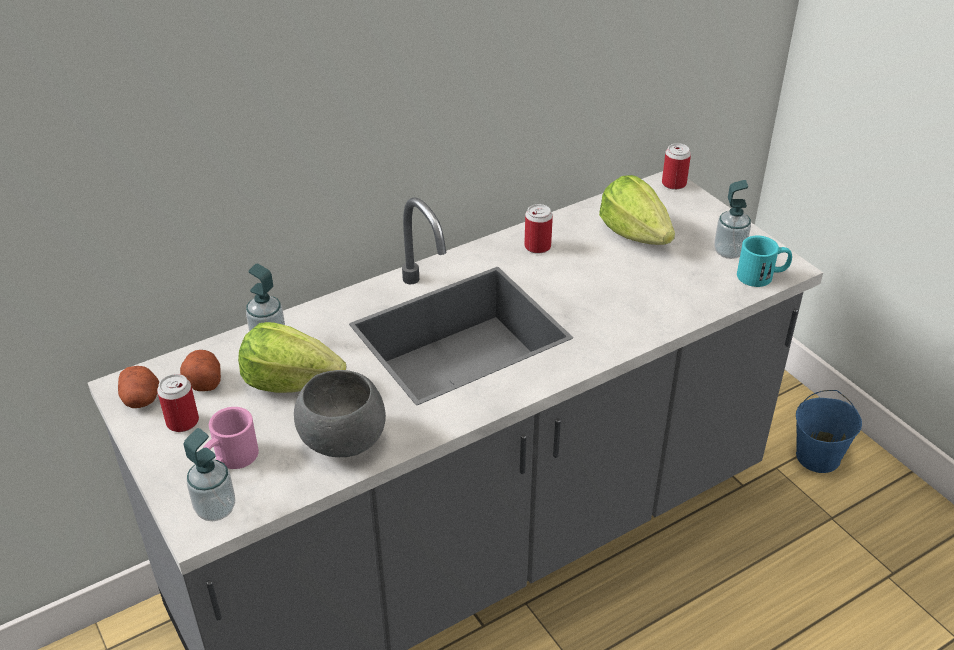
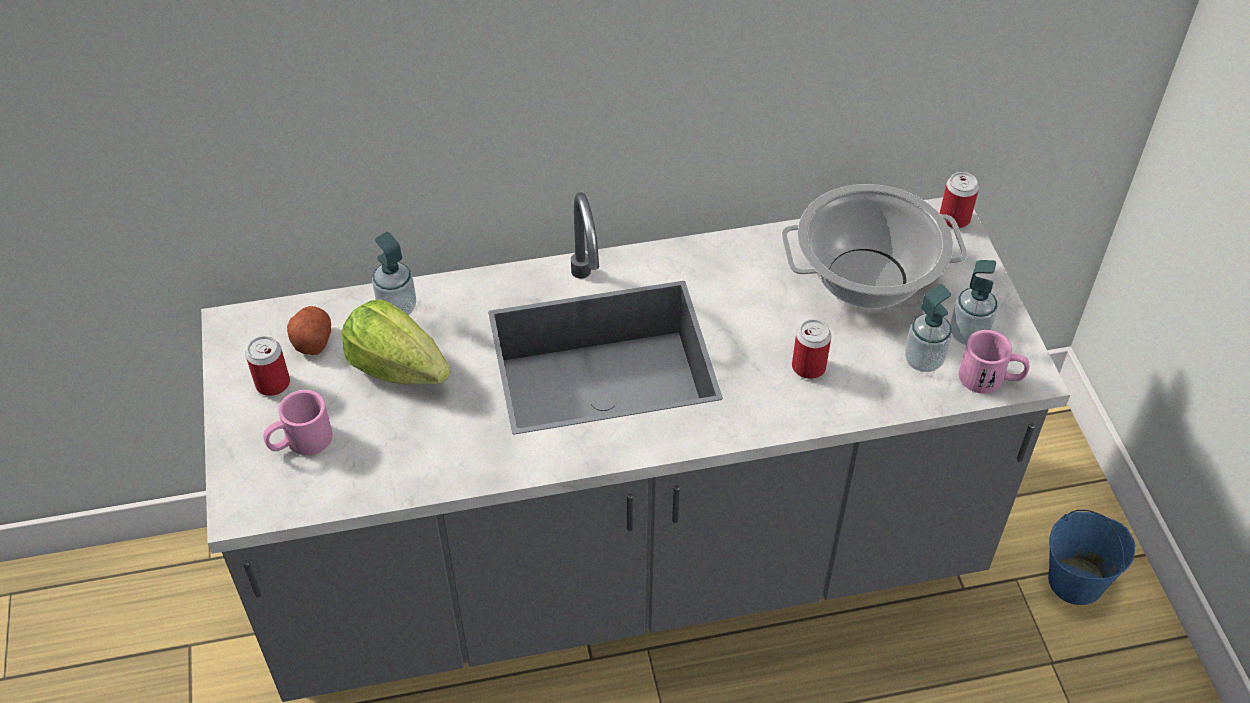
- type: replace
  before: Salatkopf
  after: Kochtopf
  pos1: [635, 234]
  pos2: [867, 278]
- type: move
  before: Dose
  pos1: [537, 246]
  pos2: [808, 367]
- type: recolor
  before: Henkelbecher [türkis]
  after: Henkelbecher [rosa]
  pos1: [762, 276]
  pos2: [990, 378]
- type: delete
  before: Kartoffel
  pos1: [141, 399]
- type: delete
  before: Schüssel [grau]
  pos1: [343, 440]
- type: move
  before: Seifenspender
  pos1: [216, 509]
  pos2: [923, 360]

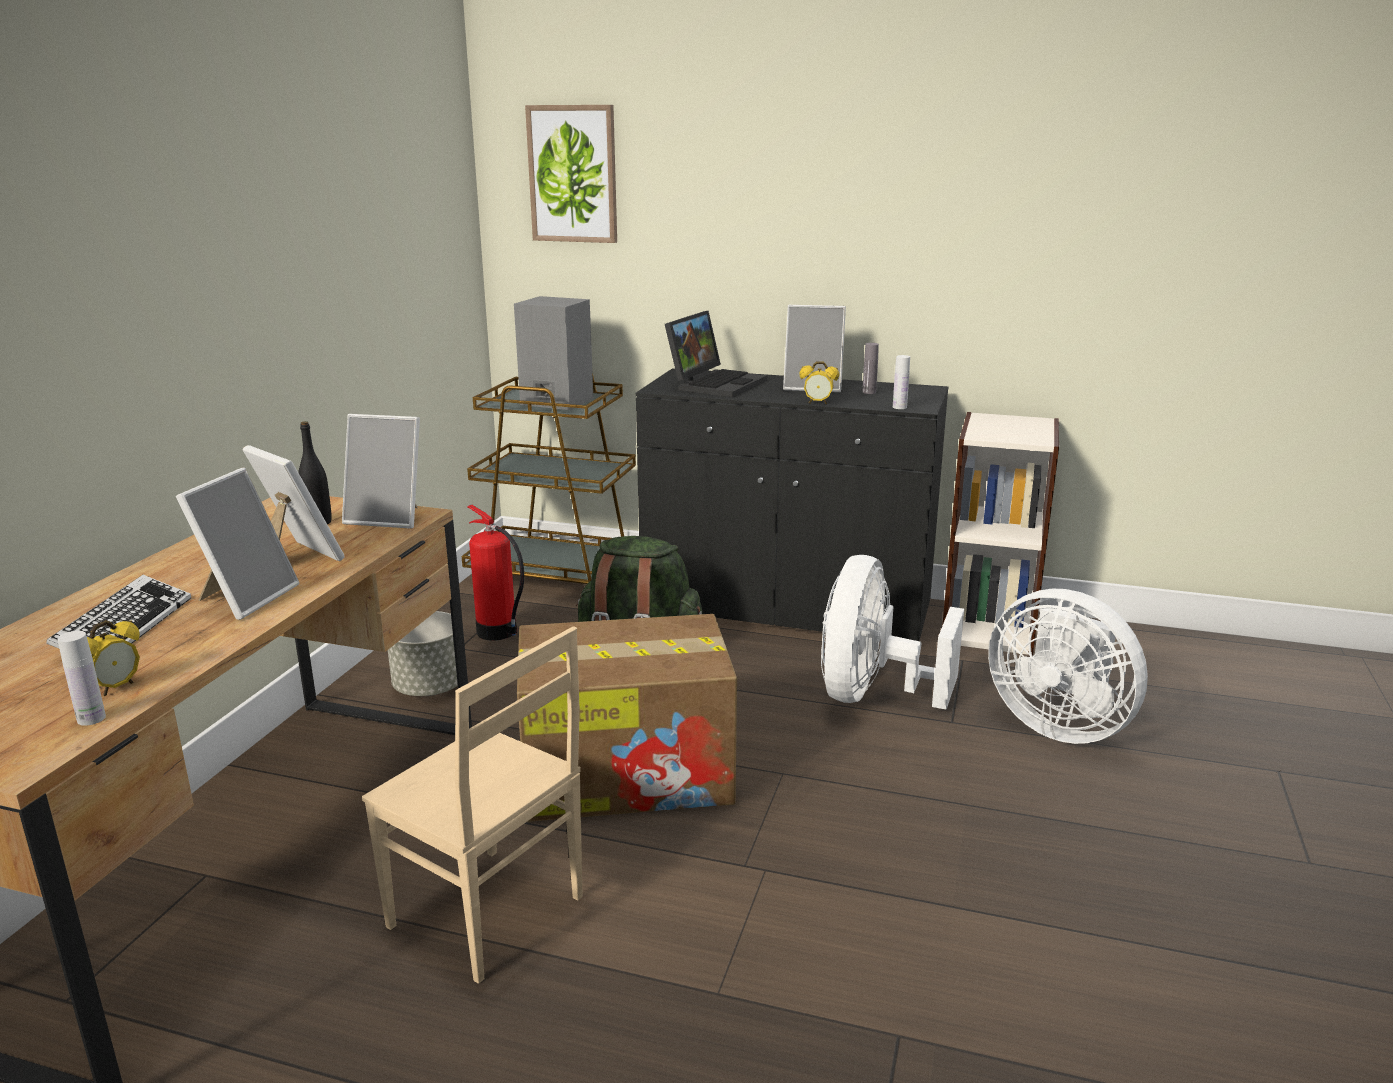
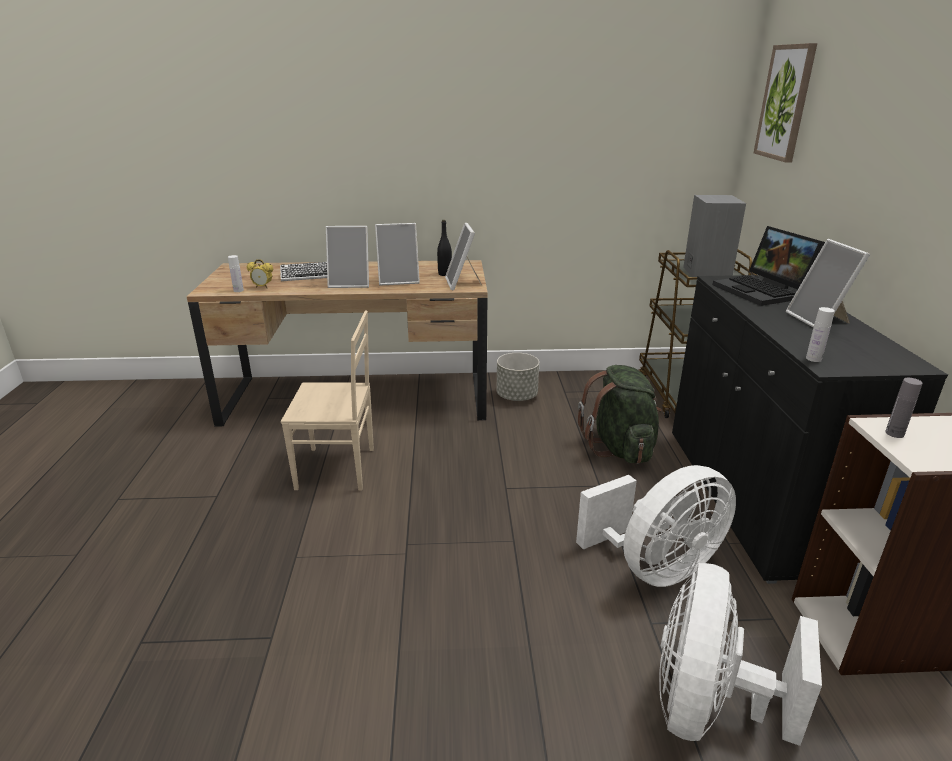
- type: rotate
  before: Laptop
  pos1: [716, 384]
  pos2: [763, 291]
  turn: 60
- type: move
  before: Flasche [grau]
  pos1: [869, 392]
  pos2: [894, 433]
- type: delete
  before: Wecker
  pos1: [818, 403]
- type: rotate
  before: Bilderrahmen
  pos1: [296, 558]
  pos2: [399, 280]
  turn: 60
- type: delete
  before: Feuerlöscher
  pos1: [498, 632]
- type: rotate
  before: Ventilator [weiß]
  pos1: [872, 694]
  pos2: [656, 567]
  turn: 150
- type: delete
  before: Karton
  pos1: [629, 772]
- type: rotate
  before: Stuhl [beige]
  pos1: [486, 915]
  pos2: [337, 469]
  turn: -105

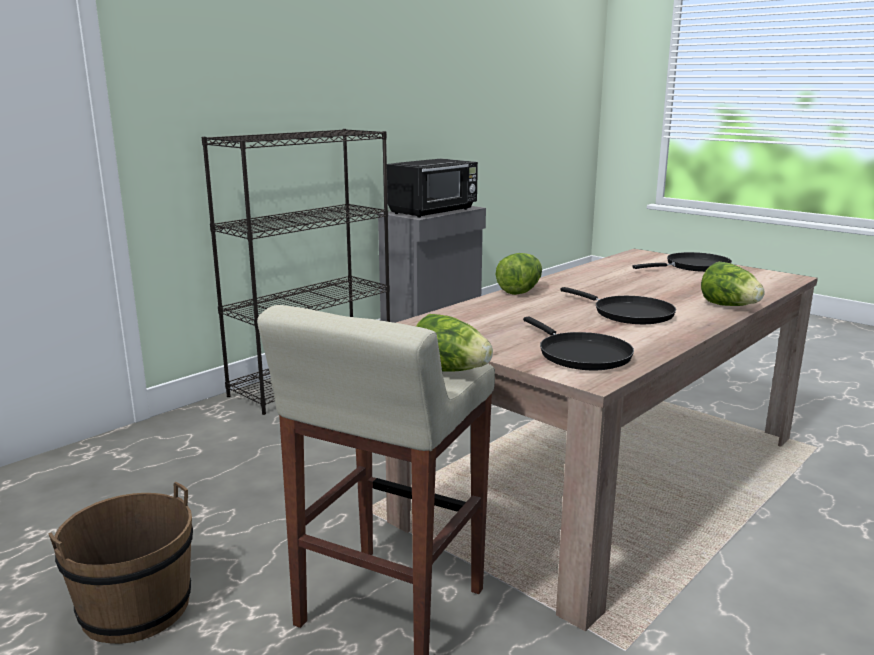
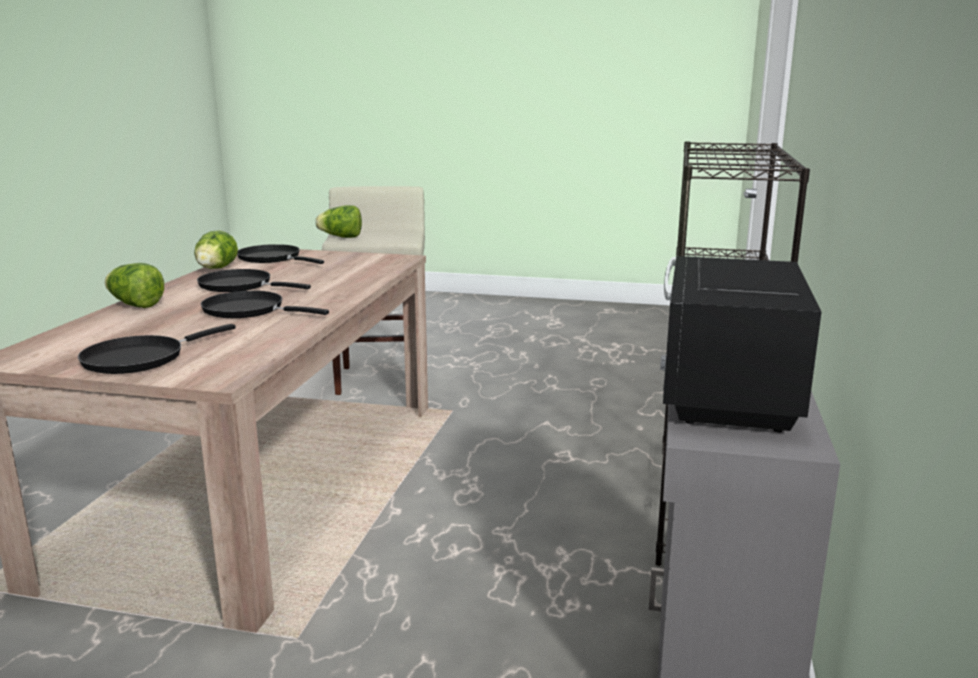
- type: move
  before: Salatkopf
  pos1: [520, 290]
  pos2: [216, 269]
- type: delete
  before: Eimer [braun]
  pos1: [136, 608]
- type: insert
  after: Pfanne [schwarz]
  pos2: [249, 310]

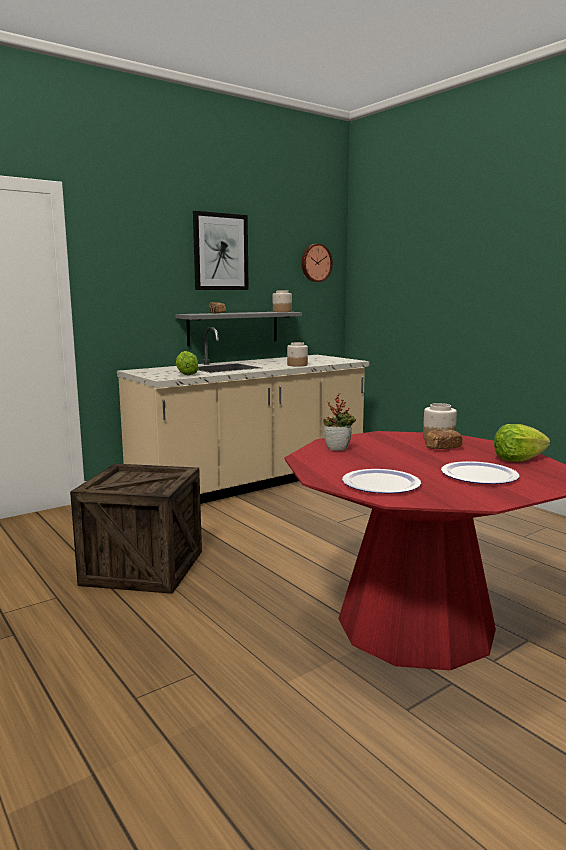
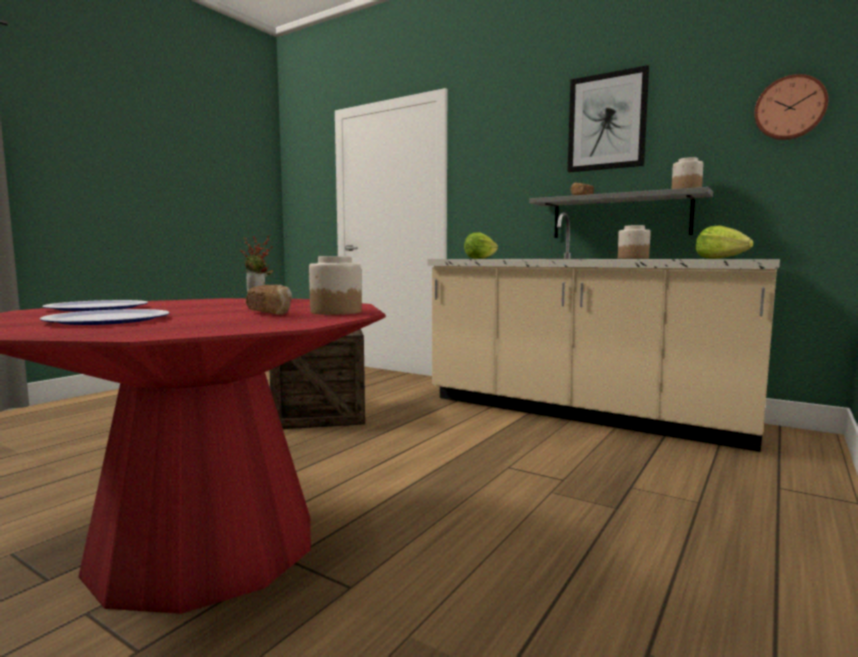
- type: move
  before: Salatkopf
  pos1: [518, 459]
  pos2: [720, 258]

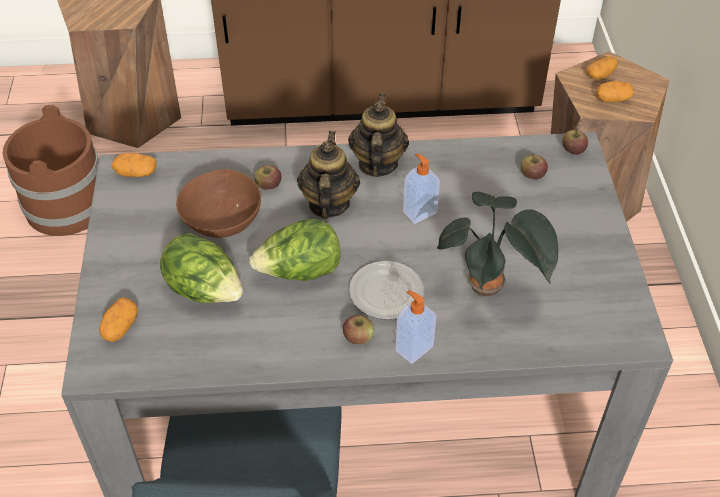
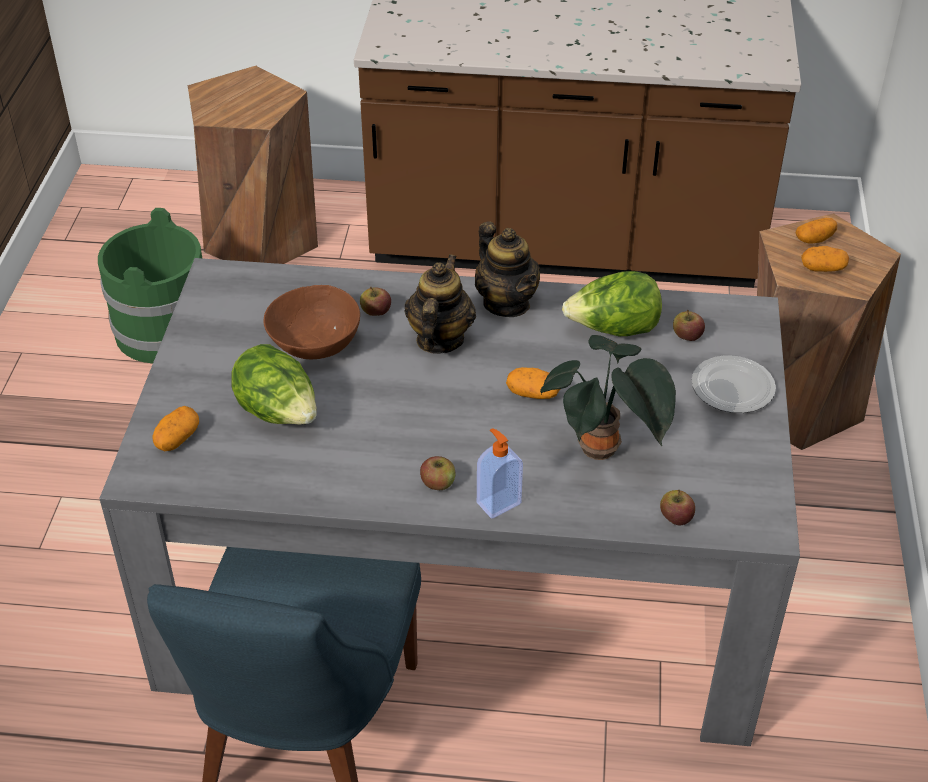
- type: rotate
  before: Teekanne
  pos1: [377, 164]
  pos2: [506, 303]
  turn: 135
- type: recolor
  before: Eimer [braun]
  after: Eimer [grün]
  pos1: [66, 205]
  pos2: [164, 330]
- type: move
  before: Apfel
  pos1: [573, 150]
  pos2: [675, 517]
- type: move
  before: Kartoffel
  pos1: [136, 173]
  pos2: [533, 393]
- type: delete
  before: Seifenspender
  pos1: [419, 212]
- type: move
  before: Salatkopf
  pos1: [299, 272]
  pos2: [613, 330]
- type: move
  before: Teller
  pos1: [386, 293]
  pos2: [733, 389]

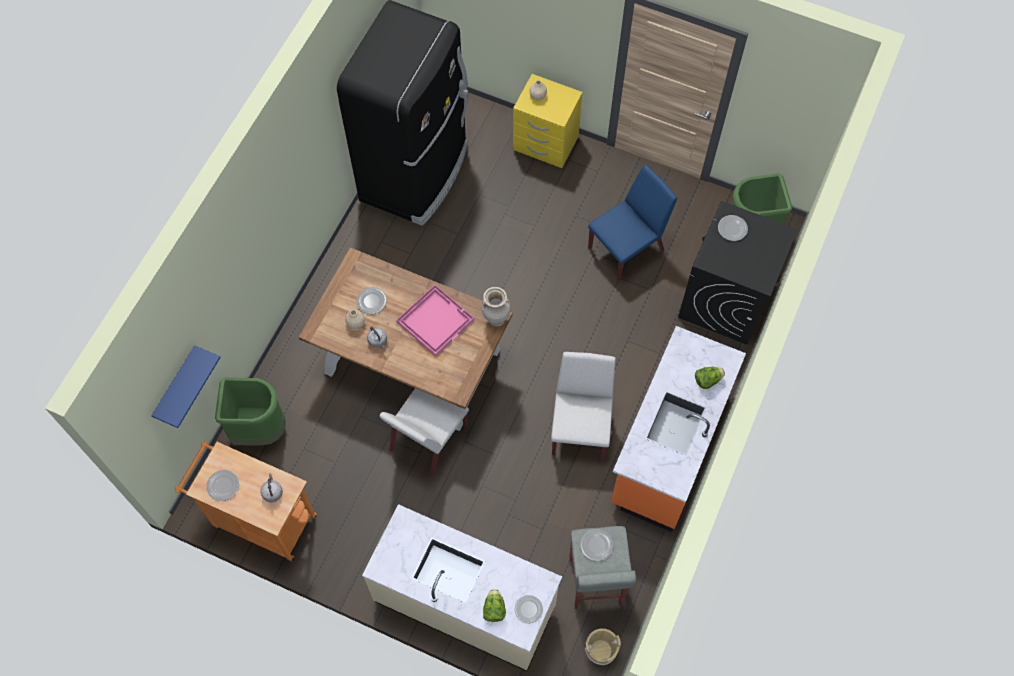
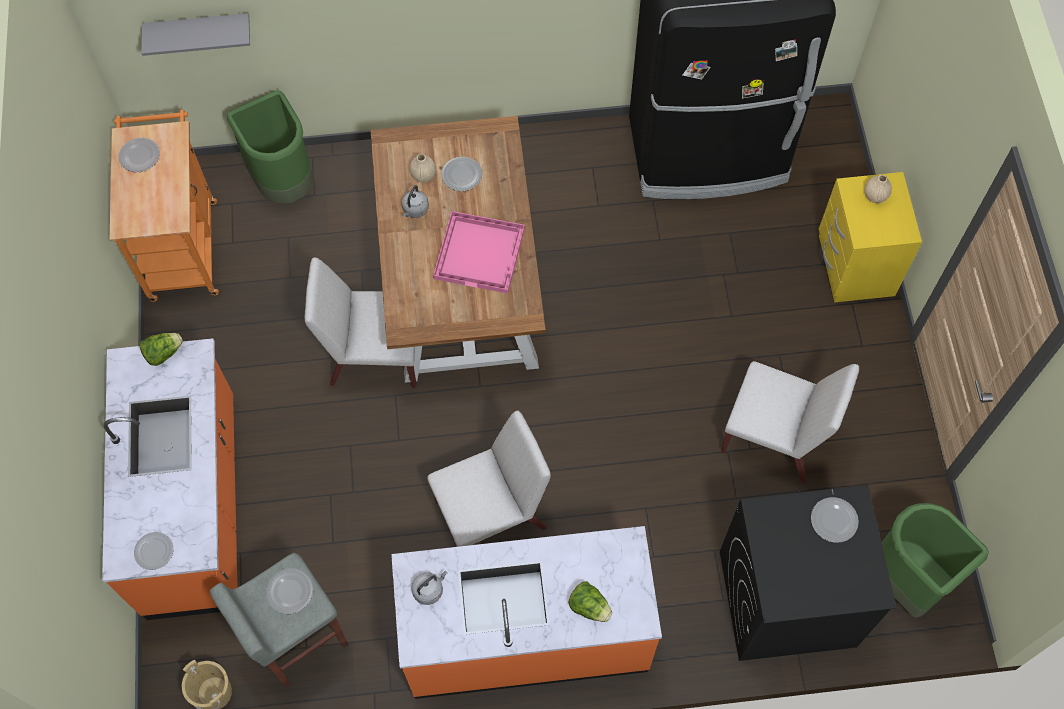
- type: recolor
  before: Stuhl [blau]
  after: Stuhl [weiß]
  pos1: [626, 248]
  pos2: [775, 438]
- type: delete
  before: Vase [beige]
  pos1: [496, 319]
- type: recolor
  before: Wandregal [blau]
  after: Wandregal [grau]
  pos1: [176, 386]
  pos2: [199, 30]
- type: move
  before: Wasserkessel [grau]
  pos1: [272, 492]
  pos2: [429, 590]
- type: recolor
  before: Küchenzeile [beige]
  after: Küchenzeile [orange]
  pos1: [465, 603]
  pos2: [196, 506]
- type: move
  before: Salatkopf
  pos1: [494, 609]
  pos2: [163, 353]

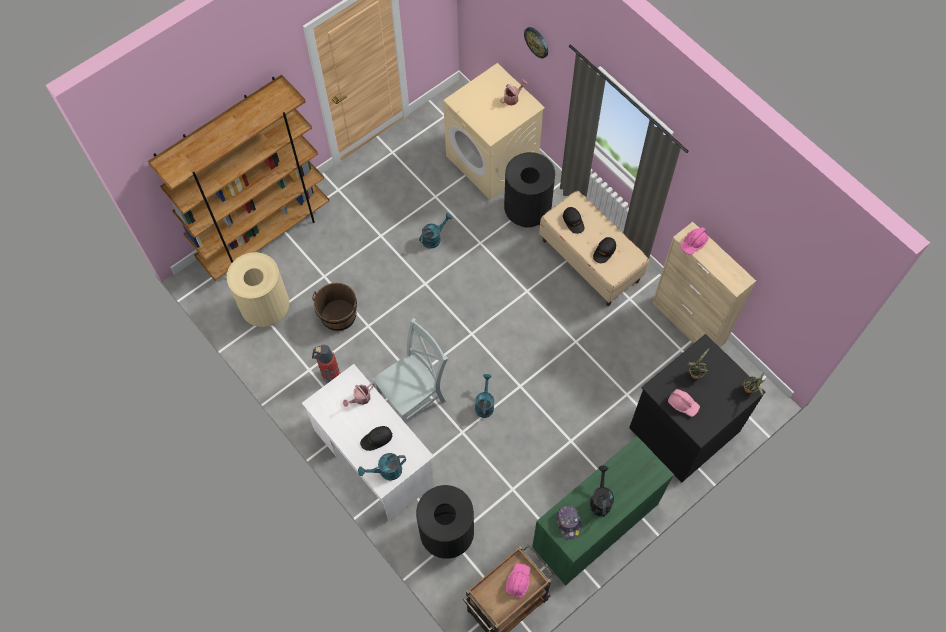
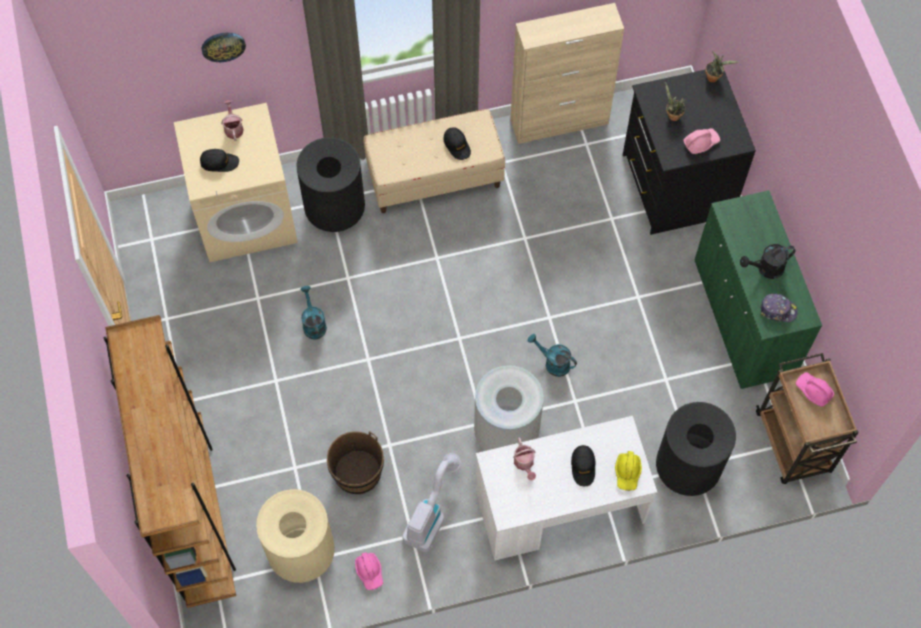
- type: move
  before: Kappe [schwarz]
  pos1: [573, 221]
  pos2: [219, 162]
- type: move
  before: Schutzhelm [rosa]
  pos1: [693, 243]
  pos2: [369, 572]
- type: replace
  before: Stuhl [grau]
  after: Mülleimer [grau]
  pos1: [414, 397]
  pos2: [506, 433]
- type: replace
  before: Feuerlöscher
  after: Staubsauger
  pos1: [330, 374]
  pos2: [430, 514]
- type: replace
  before: Gießkanne [türkis]
  after: Schutzhelm [gelb]
  pos1: [386, 471]
  pos2: [627, 472]
- type: rotate
  before: Gießkanne [schwarz]
  pos1: [600, 499]
  pos2: [766, 269]
  turn: -45

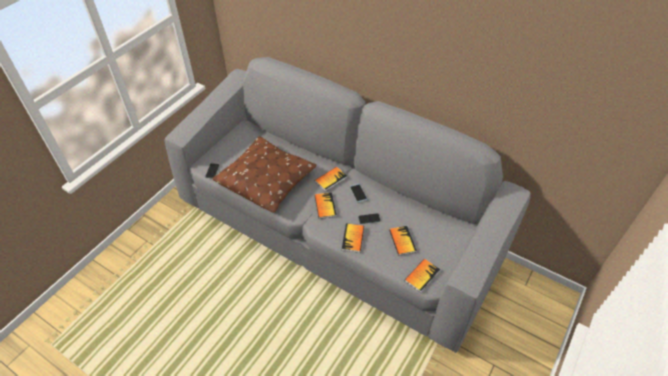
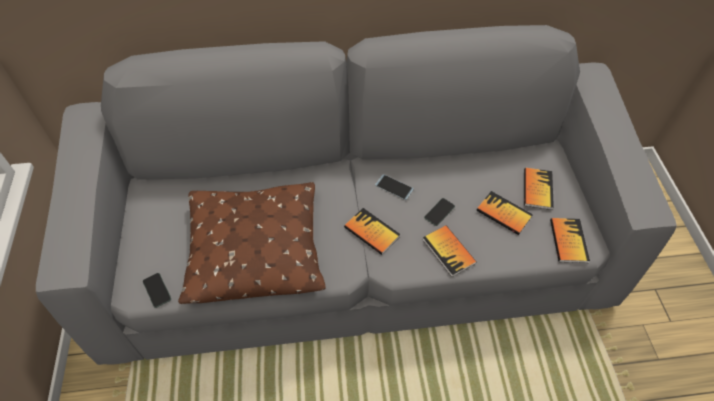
- type: move
  before: Buch
  pos1: [331, 179]
  pos2: [537, 189]

